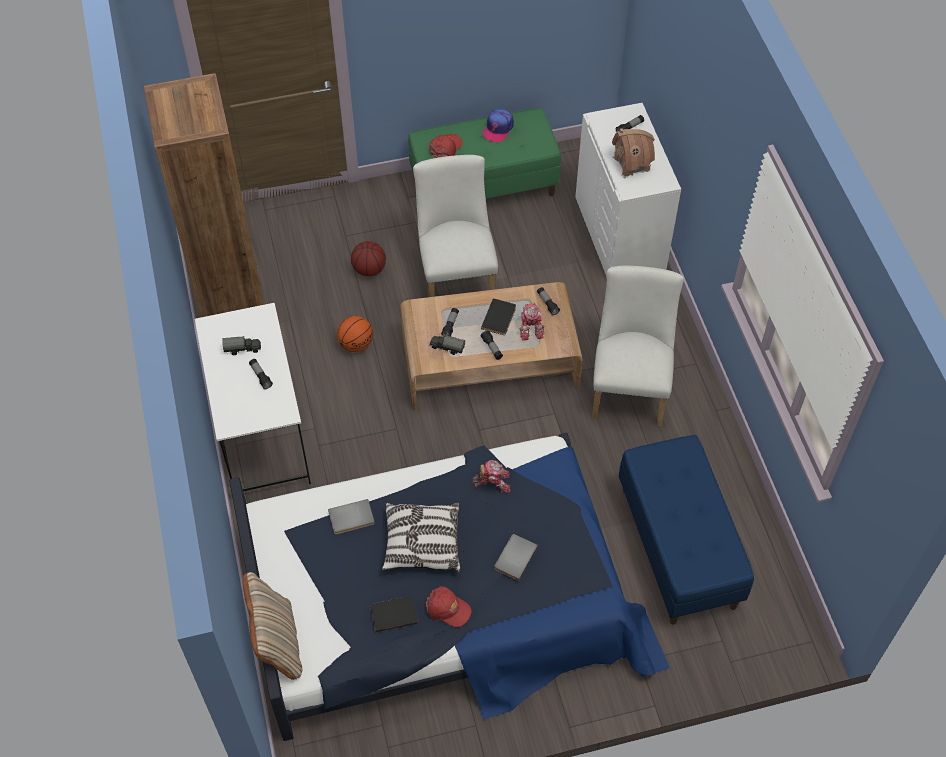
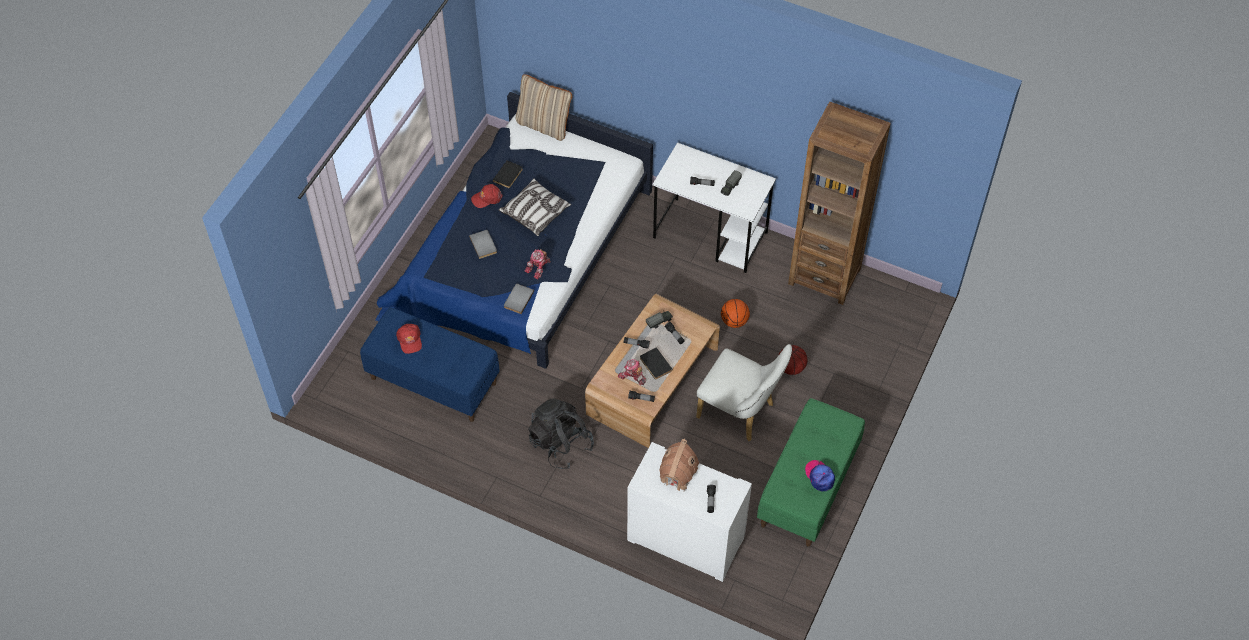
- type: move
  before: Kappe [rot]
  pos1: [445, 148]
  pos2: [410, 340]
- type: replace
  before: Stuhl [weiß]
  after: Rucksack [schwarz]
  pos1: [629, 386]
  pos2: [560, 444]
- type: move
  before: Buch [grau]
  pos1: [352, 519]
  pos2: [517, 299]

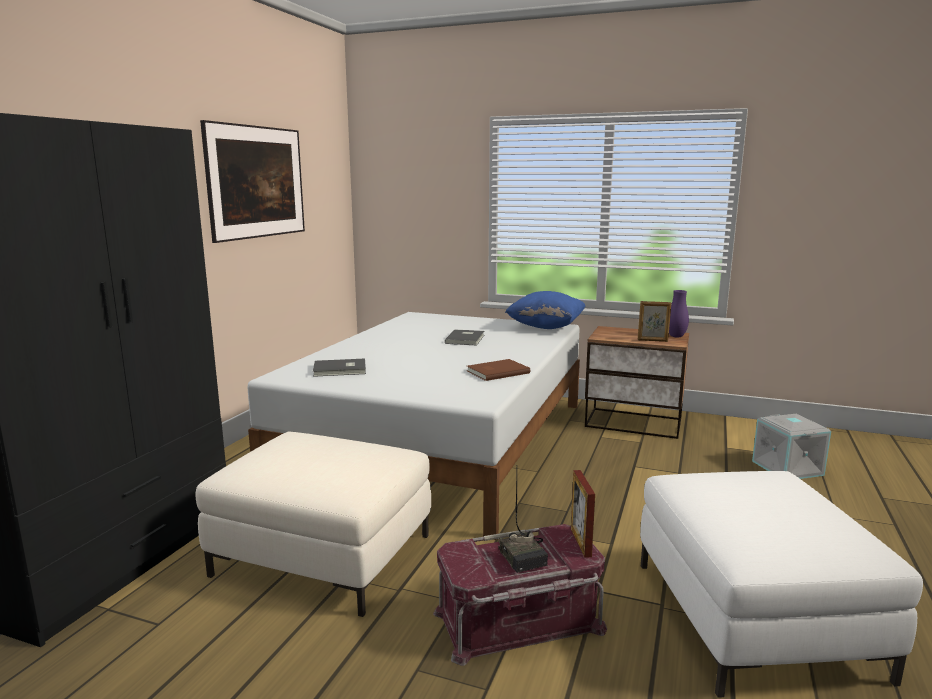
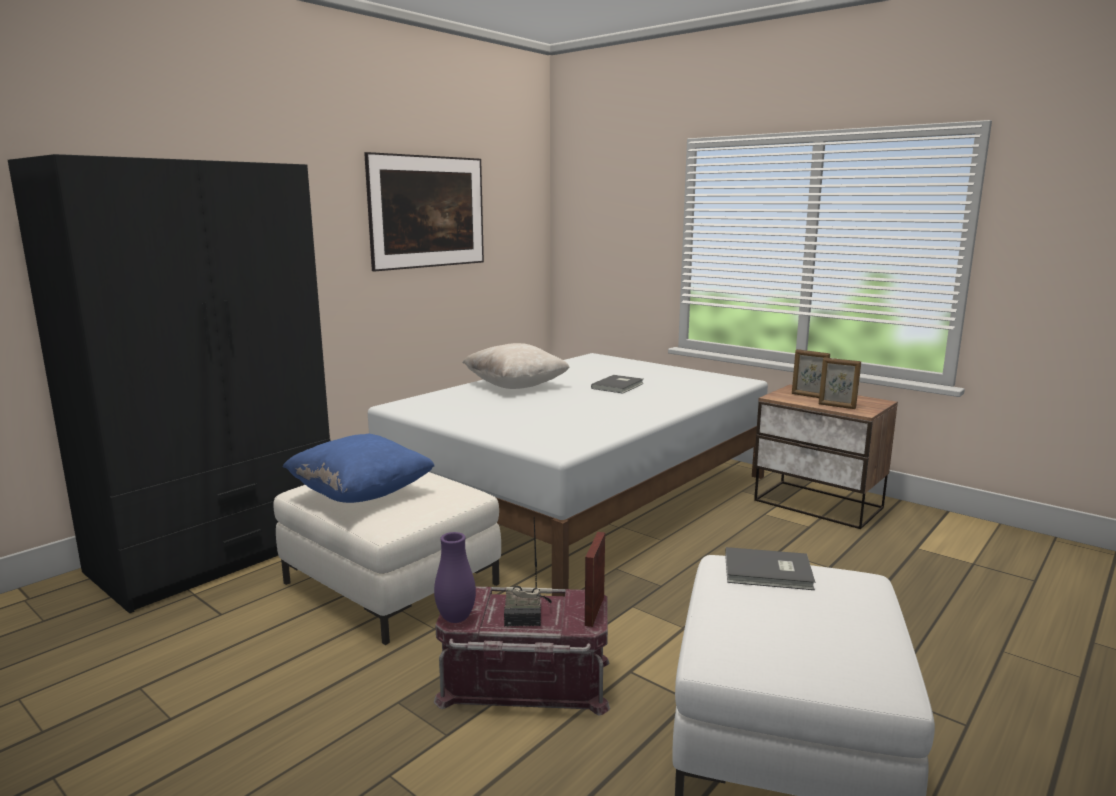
- type: move
  before: Vase [lila]
  pos1: [676, 336]
  pos2: [456, 618]
- type: move
  before: Kissen [blau]
  pos1: [546, 327]
  pos2: [361, 494]
- type: move
  before: Buch [grau]
  pos1: [340, 370]
  pos2: [769, 572]
- type: delete
  before: Buch [braun]
  pos1: [496, 372]
- type: delete
  before: Aufbewahrungsbox [grau]
  pos1: [788, 468]
- type: insert
  after: Kissen [beige]
  pos2: [516, 386]
- type: insert
  after: Bilderrahmen
  pos2: [808, 396]

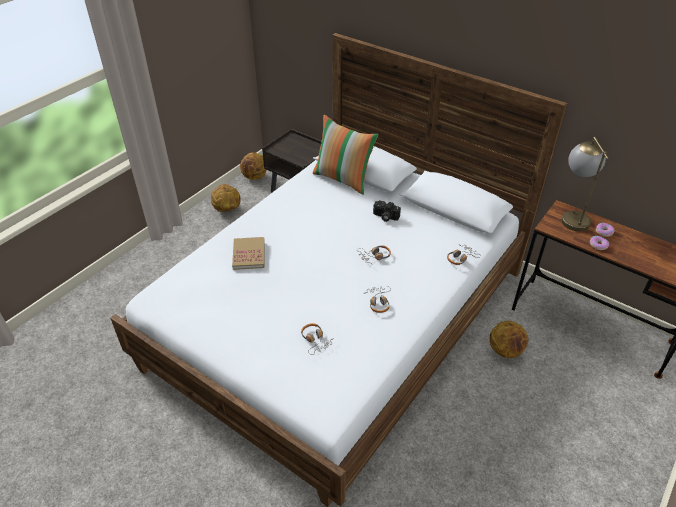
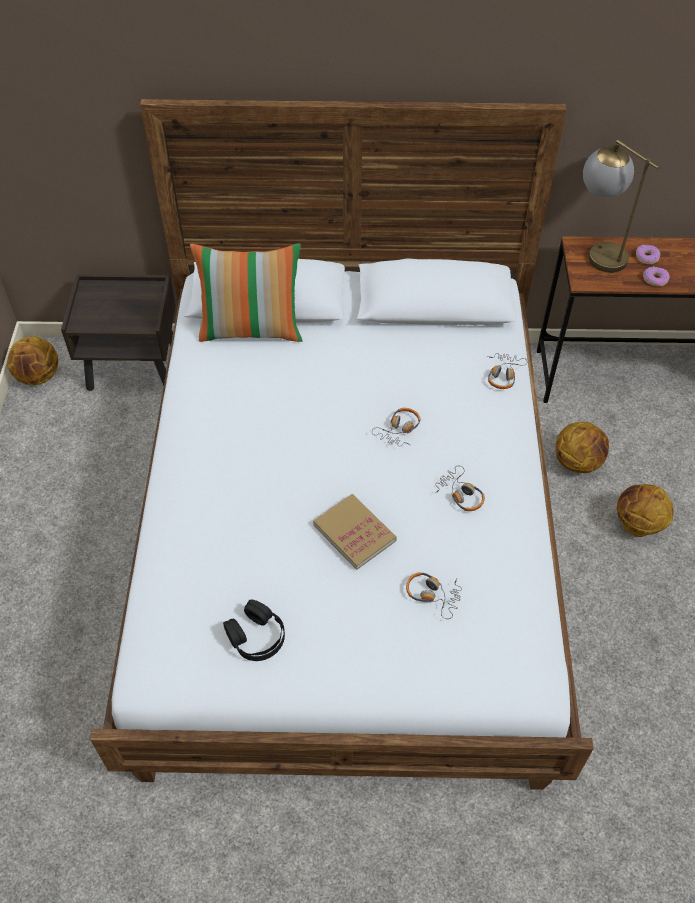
- type: move
  before: Basketball
  pos1: [227, 209]
  pos2: [637, 524]
- type: delete
  before: Kamera
  pos1: [385, 217]
- type: move
  before: Buch
  pos1: [249, 254]
  pos2: [354, 533]
- type: insert
  after: Kopfhörer [schwarz]
  pos2: [256, 636]

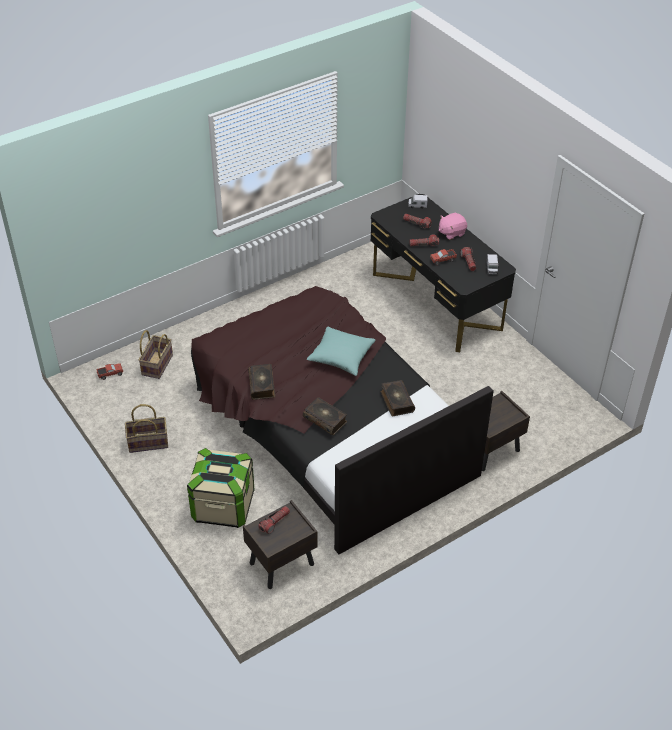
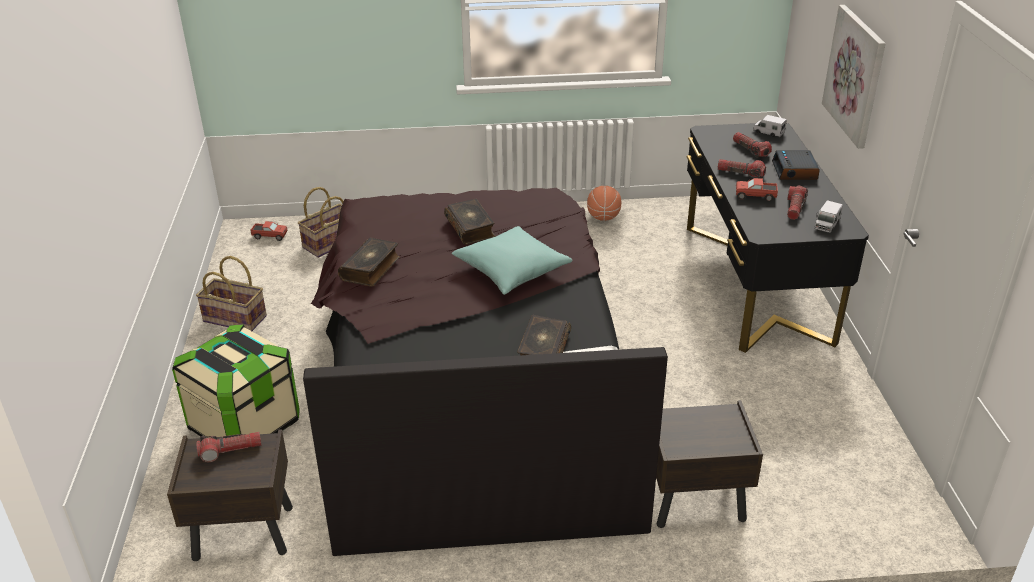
- type: replace
  before: Plüschtier [rosa]
  after: Wecker
  pos1: [451, 233]
  pos2: [795, 171]
- type: move
  before: Buch
  pos1: [325, 420]
  pos2: [471, 228]
- type: insert
  after: Bild
  pos2: [855, 75]
- type: insert
  after: Basketball
  pos2: [603, 217]

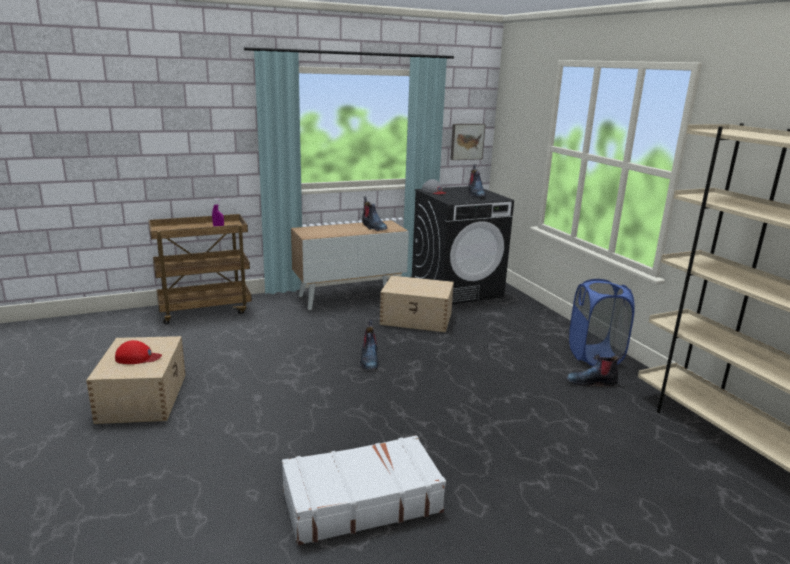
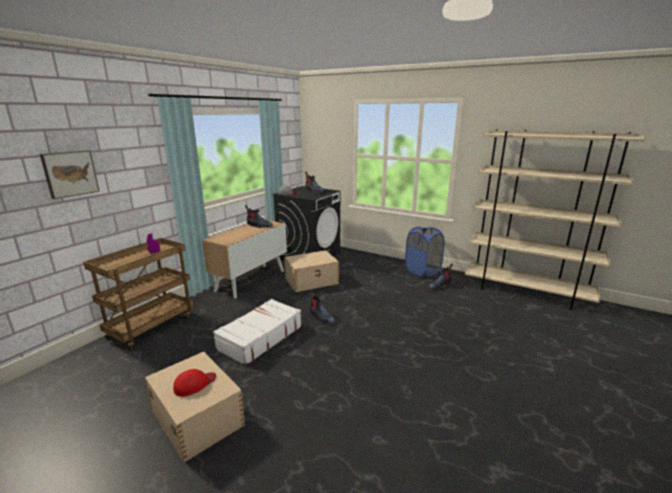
- type: move
  before: Bild
  pos1: [466, 141]
  pos2: [70, 173]
- type: move
  before: Koffer [weiß]
  pos1: [361, 501]
  pos2: [260, 337]

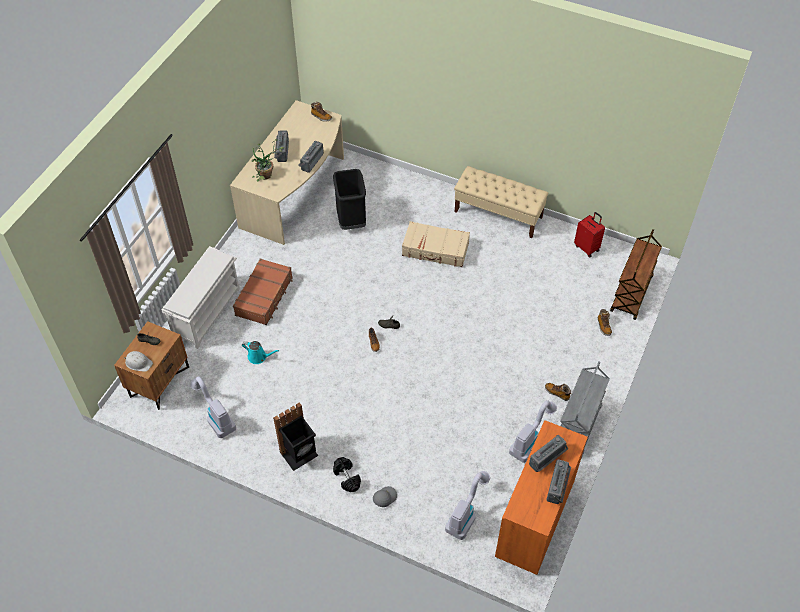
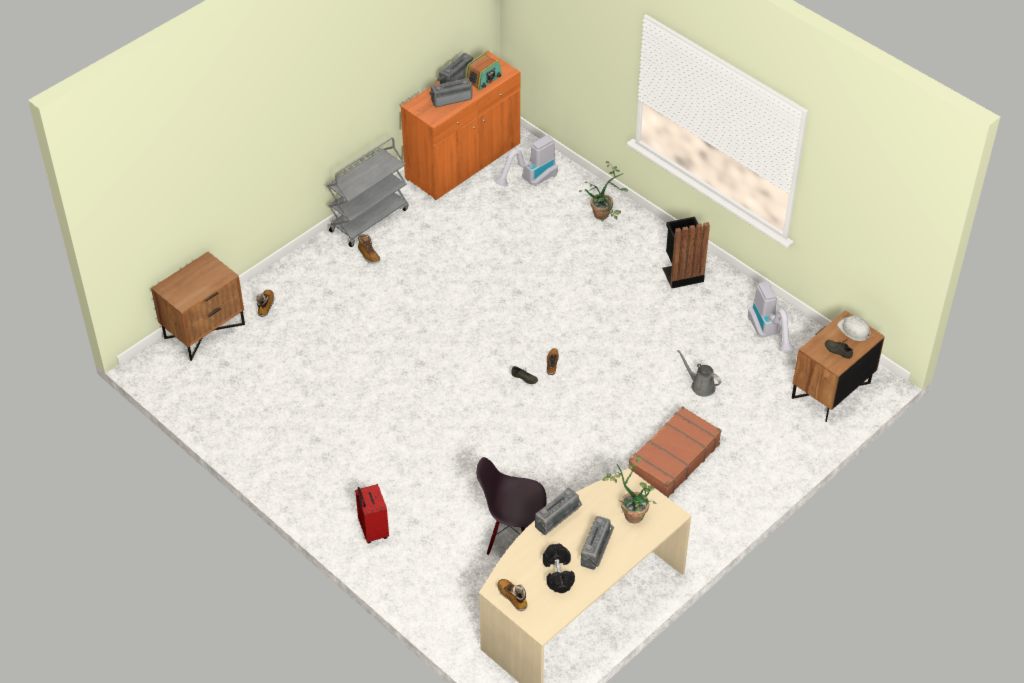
- type: delete
  before: Bank [beige]
  pos1: [498, 214]
- type: replace
  before: Mülleimer [schwarz]
  after: Stuhl [schwarz]
  pos1: [351, 220]
  pos2: [512, 536]
- type: move
  before: Koffer [rot]
  pos1: [587, 248]
  pos2: [372, 531]
- type: delete
  before: Koffer [beige]
  pos1: [435, 250]
- type: replace
  before: Rollwagen [braun]
  after: Nachttisch [braun]
  pos1: [631, 294]
  pos2: [204, 330]
- type: delete
  before: Schuhregal [weiß]
  pos1: [207, 312]
- type: recolor
  before: Gießkanne [türkis]
  after: Gießkanne [grau]
  pos1: [259, 357]
  pos2: [700, 386]
- type: delete
  before: Staubsauger
  pos1: [530, 440]
- type: move
  before: Hantel [schwarz]
  pos1: [346, 478]
  pos2: [558, 574]
- type: replace
  before: Kappe [grau]
  after: Topfpflanze
  pos1: [384, 497]
  pos2: [605, 215]
- type: insert
  after: Radio
  pos2: [483, 79]

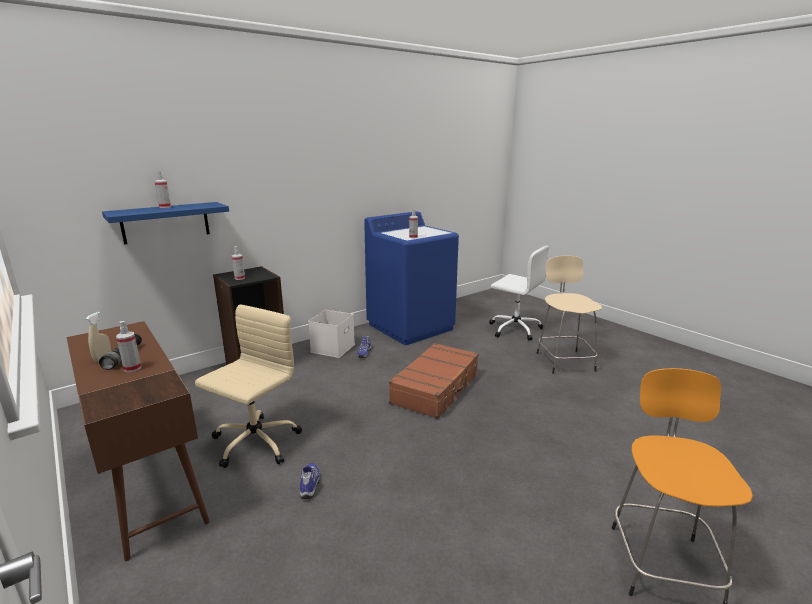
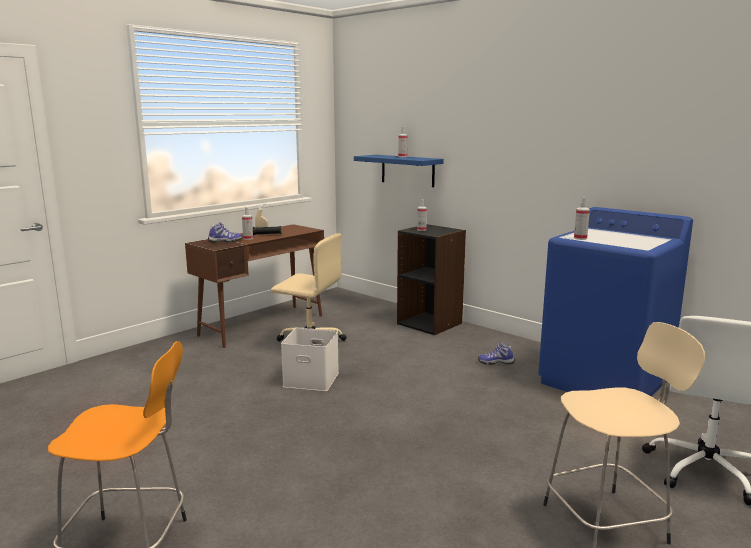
- type: move
  before: Aufbewahrungsbox [weiß]
  pos1: [332, 347]
  pos2: [312, 379]
- type: delete
  before: Koffer [braun]
  pos1: [436, 388]
- type: move
  before: Schuh
  pos1: [310, 484]
  pos2: [225, 241]

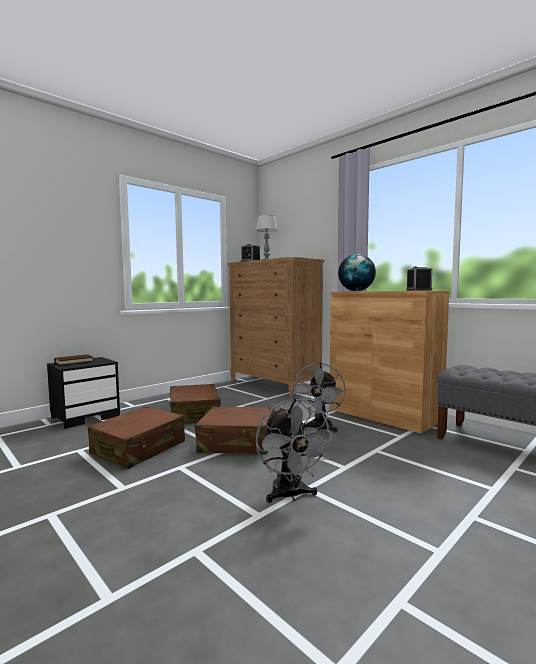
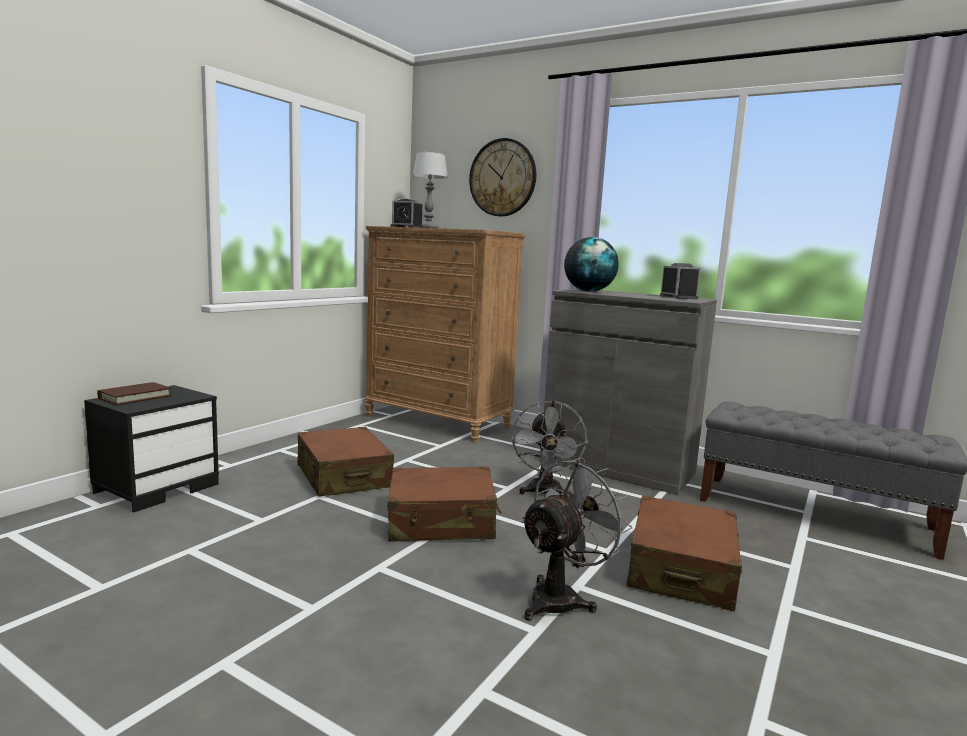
- type: recolor
  before: Schrank [braun]
  after: Schrank [grau]
  pos1: [383, 414]
  pos2: [617, 467]
- type: rotate
  before: Ventilator [grau]
  pos1: [290, 495]
  pos2: [562, 598]
  turn: -105
- type: move
  before: Koffer [braun]
  pos1: [139, 448]
  pos2: [681, 570]
- type: insert
  after: Wanduhr
  pos2: [502, 178]

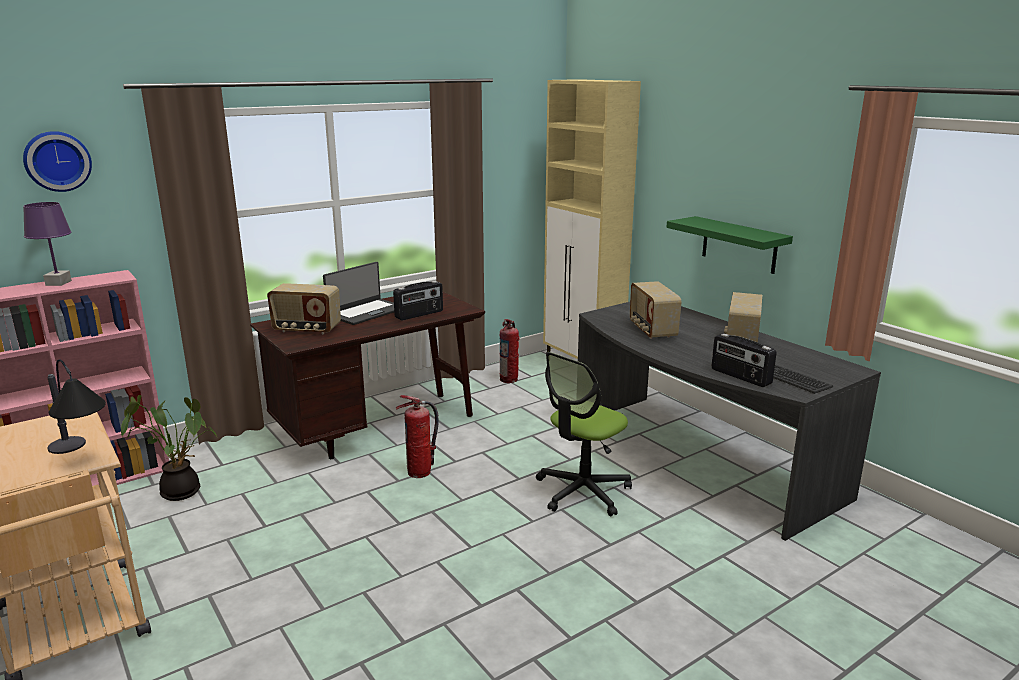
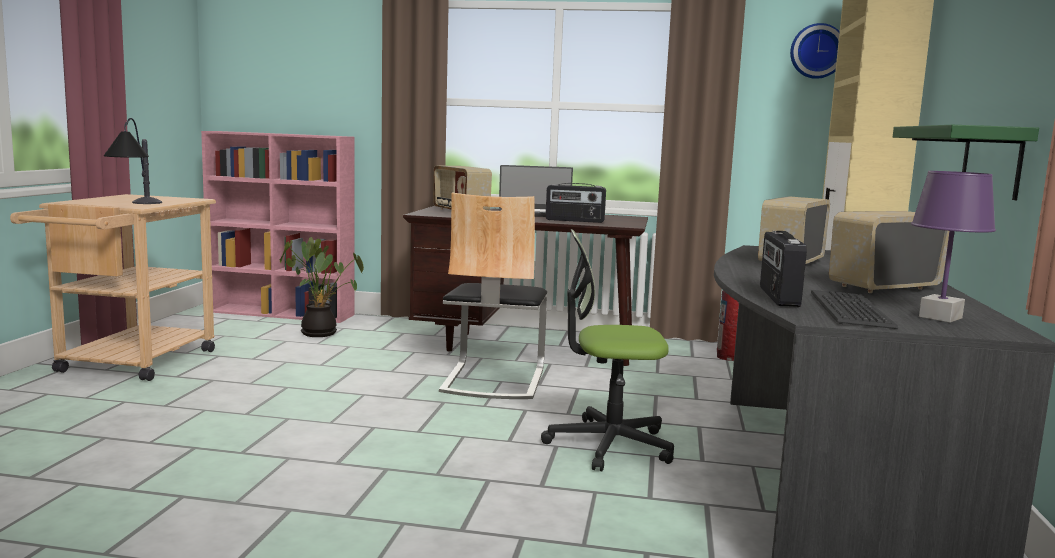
- type: move
  before: Wanduhr
  pos1: [57, 161]
  pos2: [817, 51]
- type: move
  before: Tischlampe [lila]
  pos1: [58, 283]
  pos2: [940, 317]
- type: replace
  before: Feuerlöscher
  after: Stuhl
  pos1: [420, 472]
  pos2: [493, 379]

